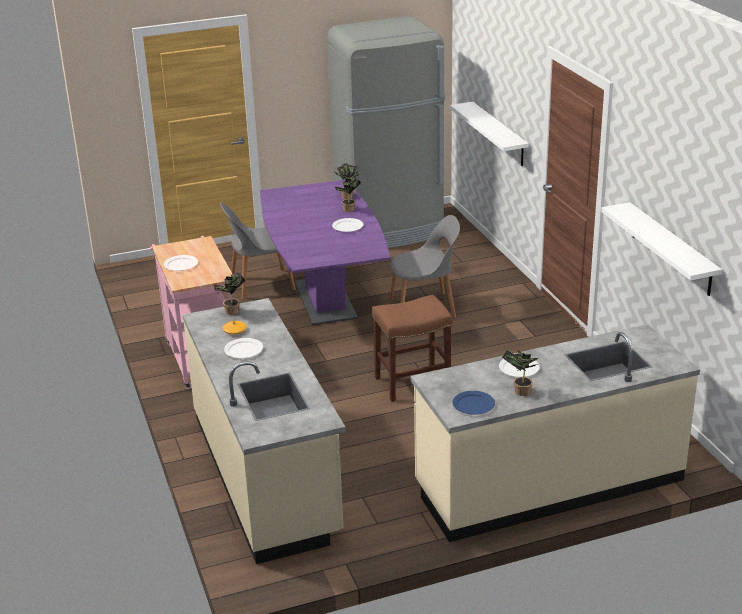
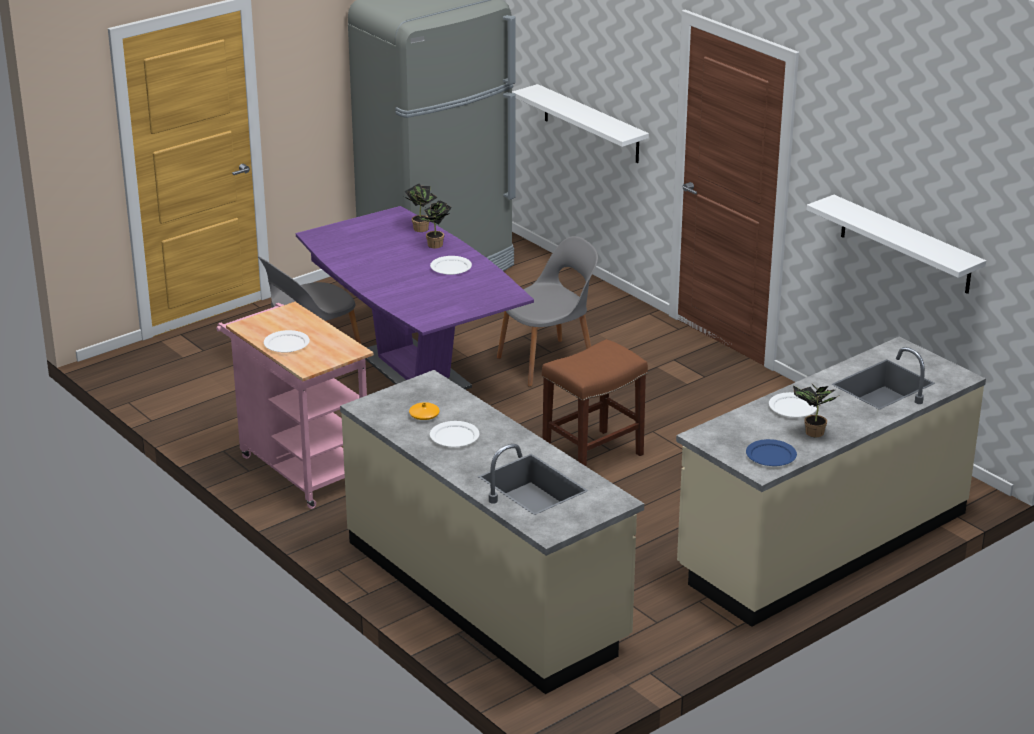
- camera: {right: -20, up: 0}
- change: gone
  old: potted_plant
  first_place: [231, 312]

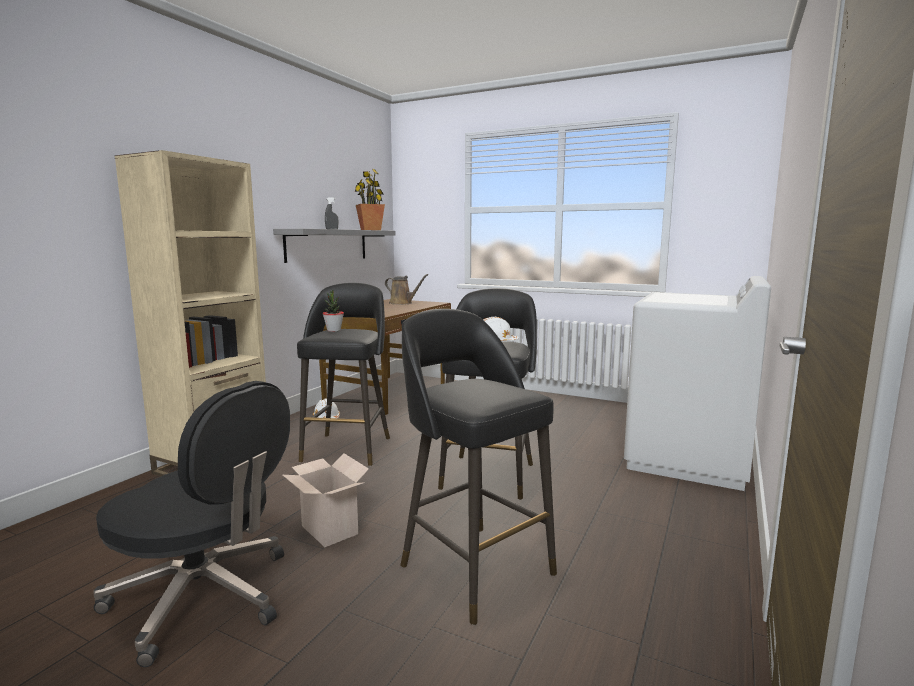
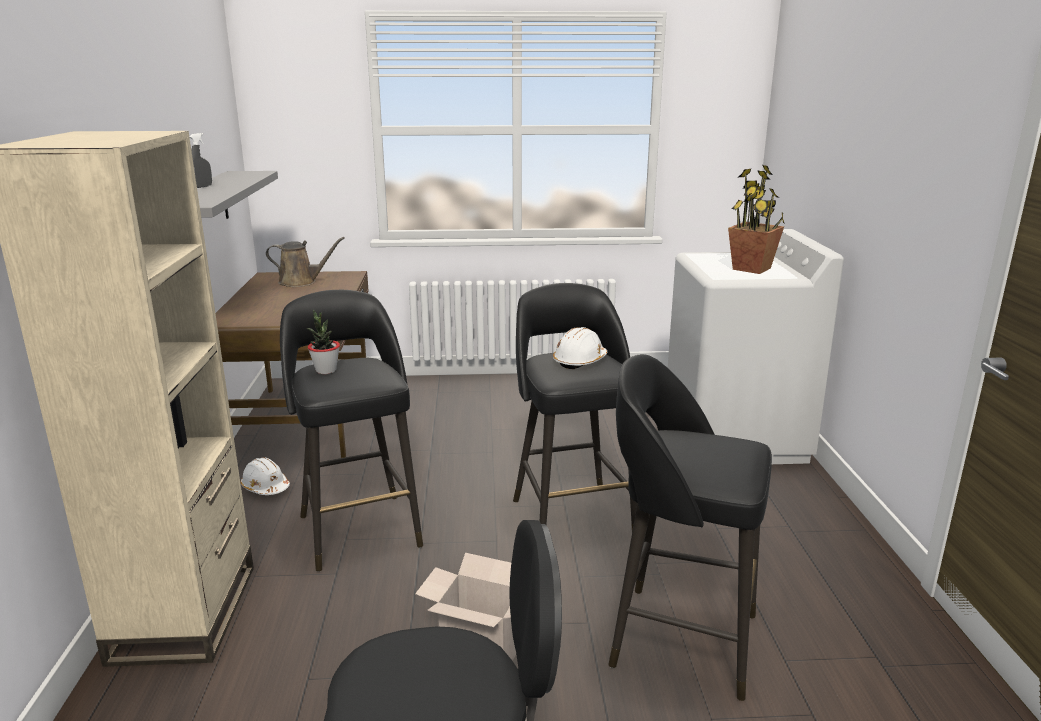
- camera: {right: -30, up: 10}
- change: shifted
  old: potted_plant
  first_place: [370, 230]
  second_place: [752, 269]

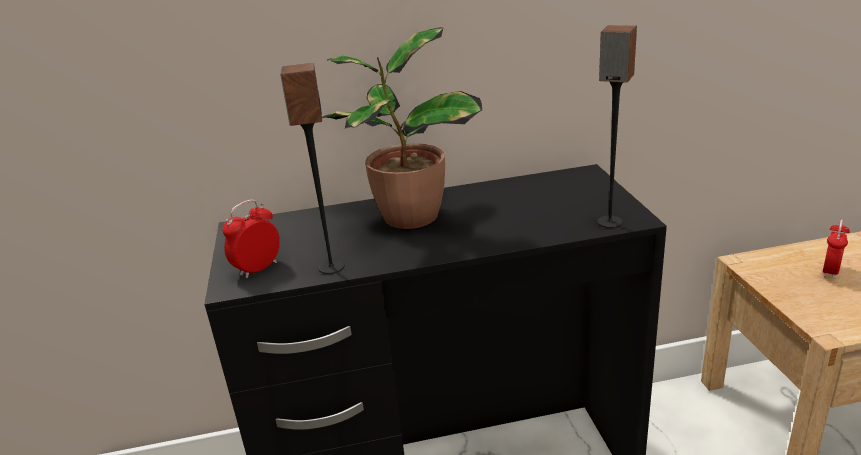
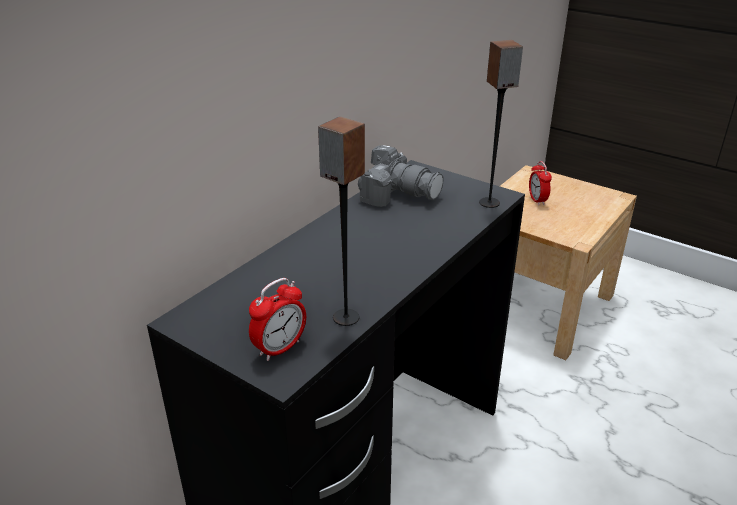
- camera: {right: -45, up: 5}
- change: rotated
  old: alarm_clock
  first_place: [258, 269]
  second_place: [280, 348]
  degrees: -135
- change: new
  new: photo_camera
  second_place: [398, 193]
- change: gone
  old: potted_plant
  first_place: [407, 217]

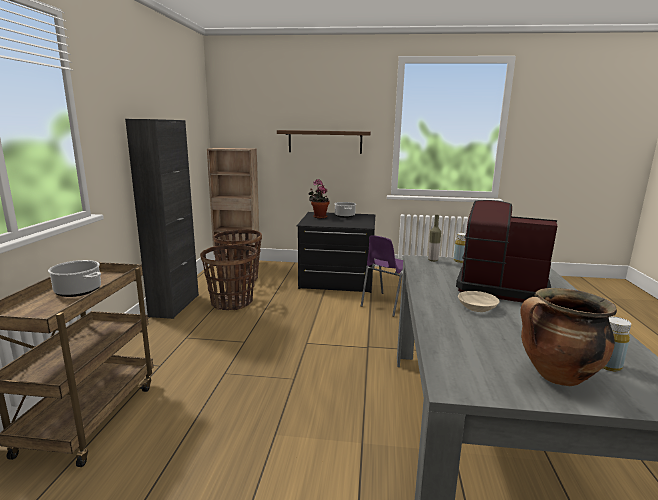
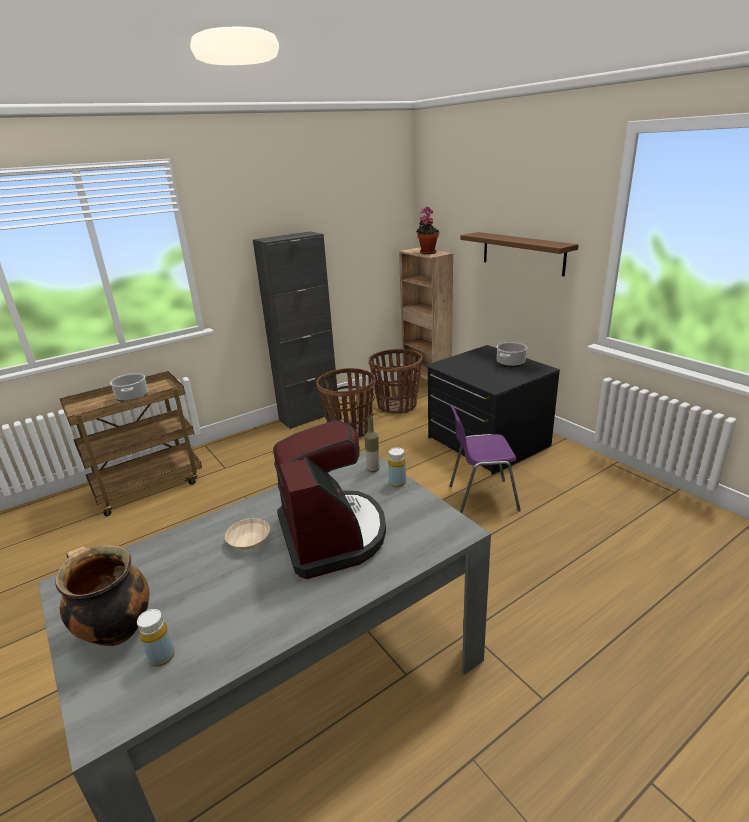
- camera: {right: 50, up: 10}
- change: shifted
  old: potted_plant
  first_place: [319, 217]
  second_place: [427, 252]

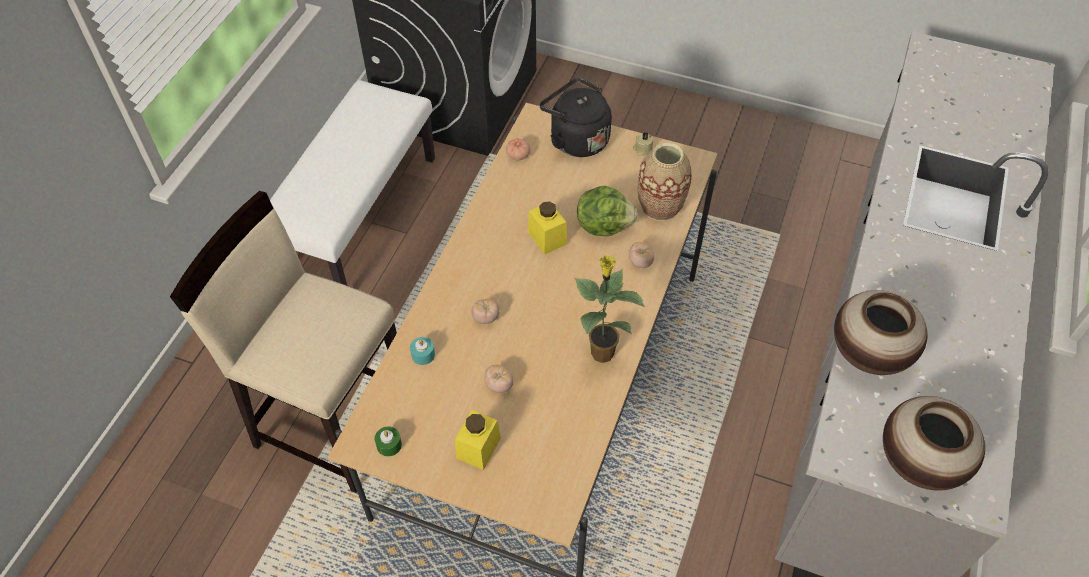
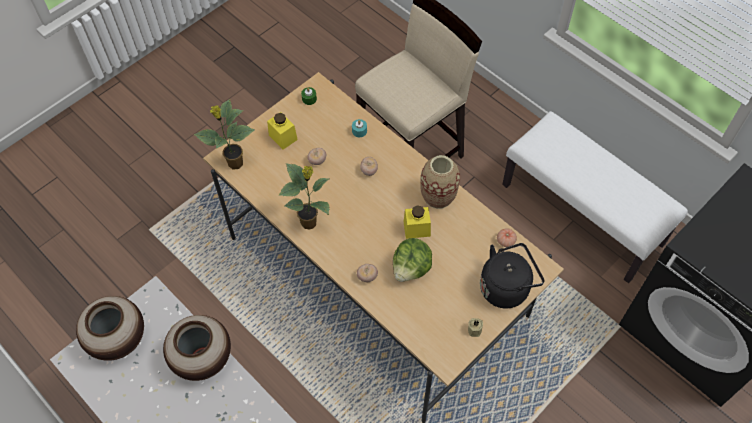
- camera: {right: 115, up: 5}
- change: new
  new: potted_plant
  second_place: [234, 164]
- change: shifted
  old: vase
  first_place: [660, 206]
  second_place: [438, 196]

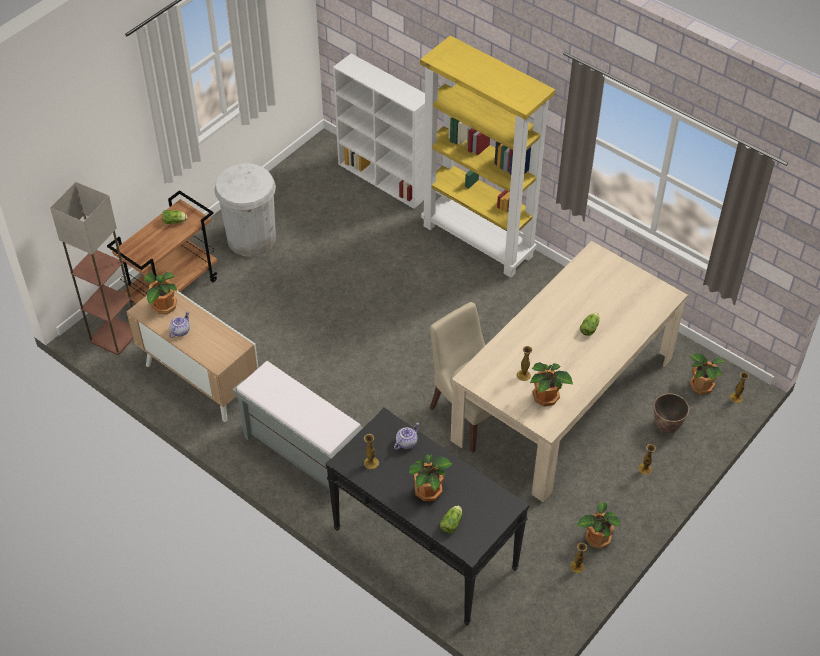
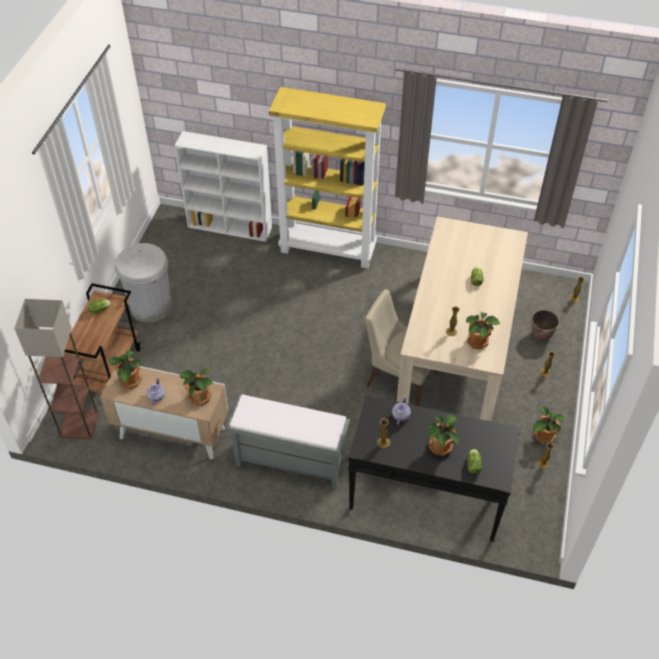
- camera: {right: -25, up: 0}
- change: shifted
  old: potted_plant
  first_place: [701, 385]
  second_place: [199, 397]

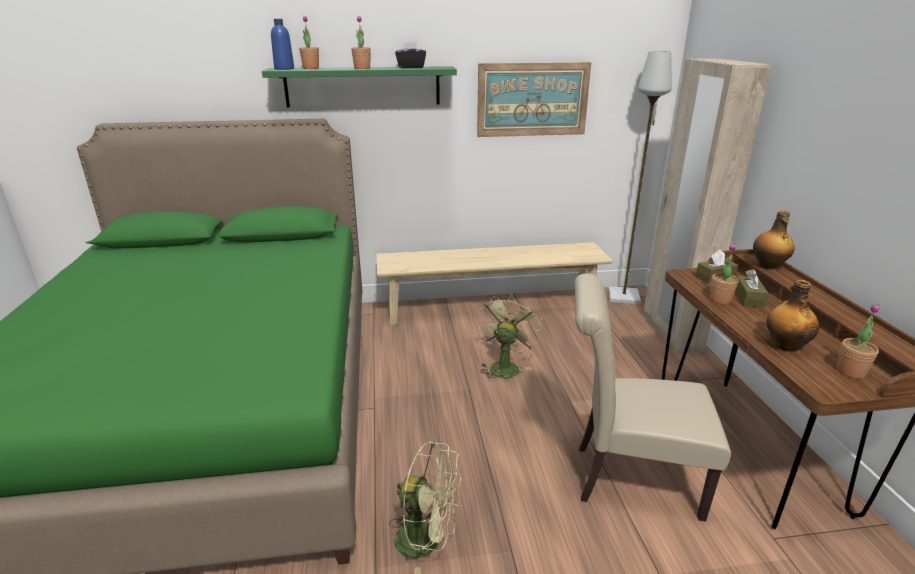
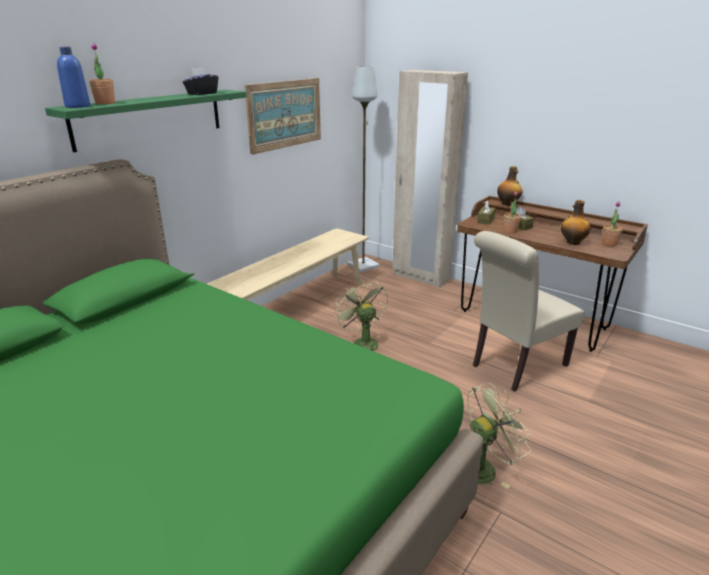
- camera: {right: -45, up: 0}
- change: gone
  old: potted_plant
  first_place: [362, 68]

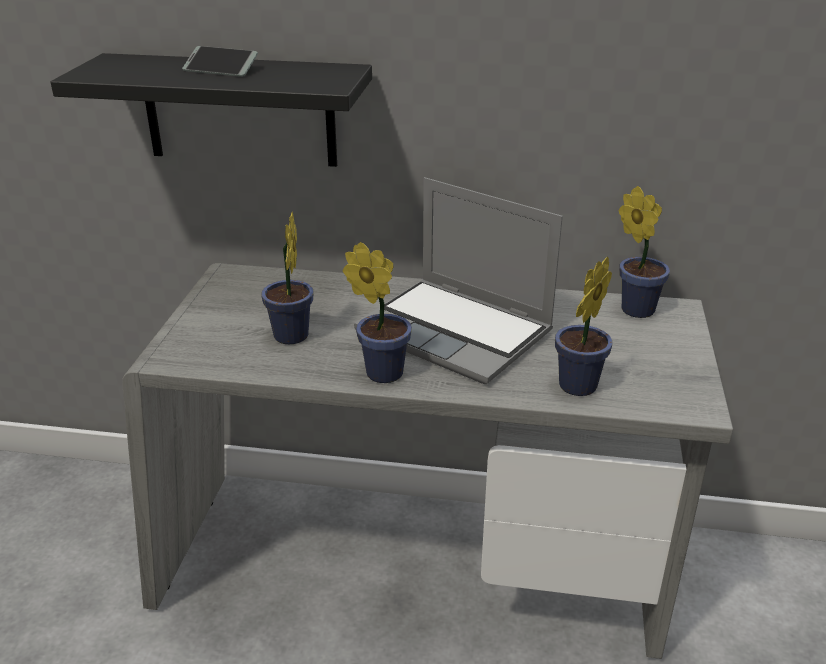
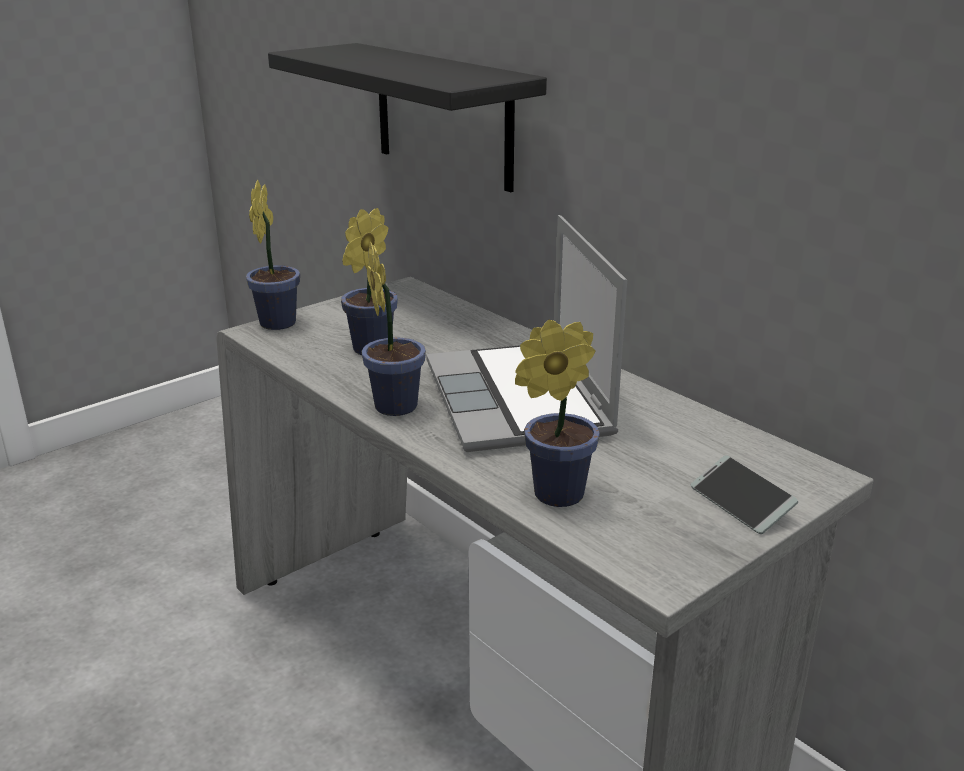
- camera: {right: 40, up: -5}
- change: shifted
  old: potted_plant
  first_place: [634, 308]
  second_place: [279, 321]
- change: shifted
  old: phone
  first_place: [221, 69]
  second_place: [741, 503]

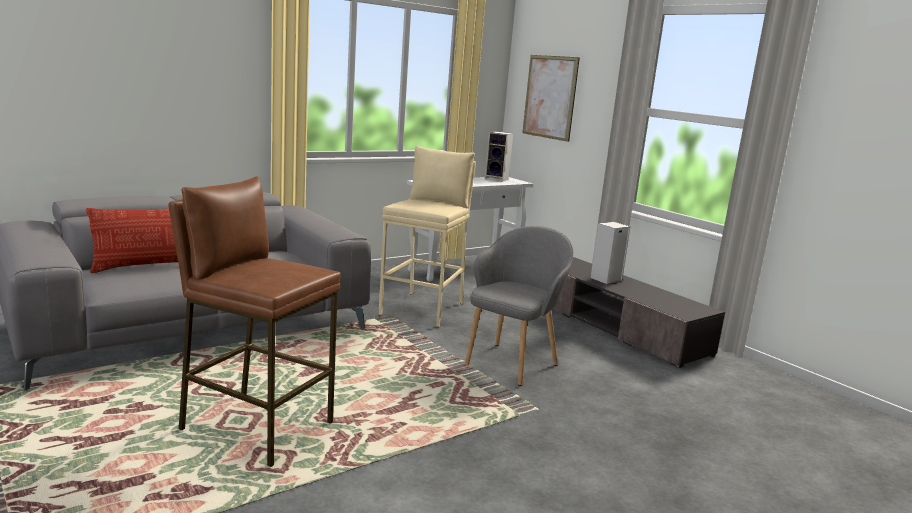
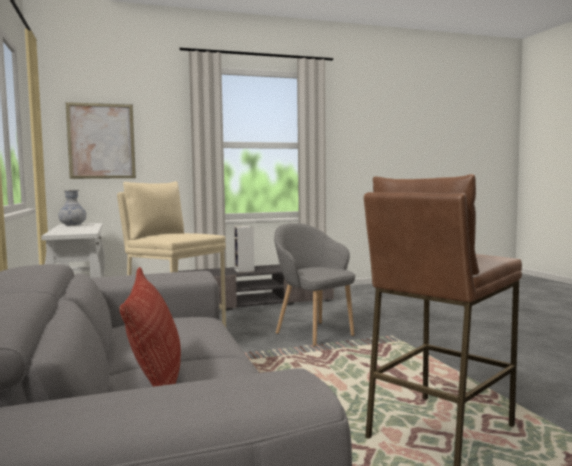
- camera: {right: -70, up: -10}
- change: swapped
  old: speaker
  new: vase
  first_place: [497, 179]
  second_place: [73, 225]

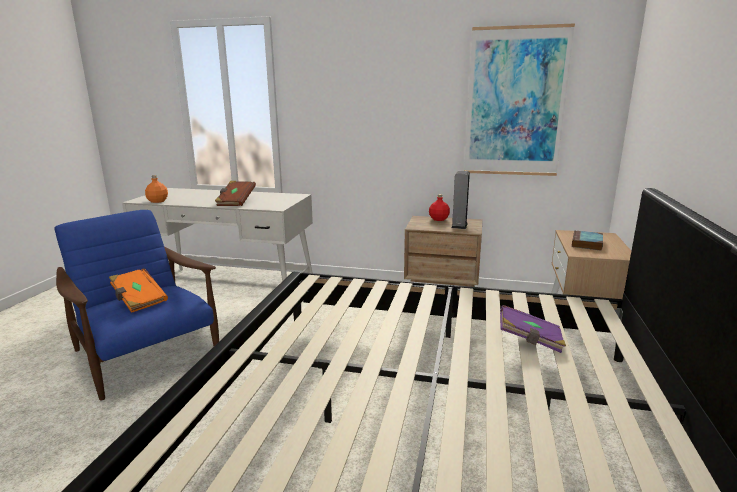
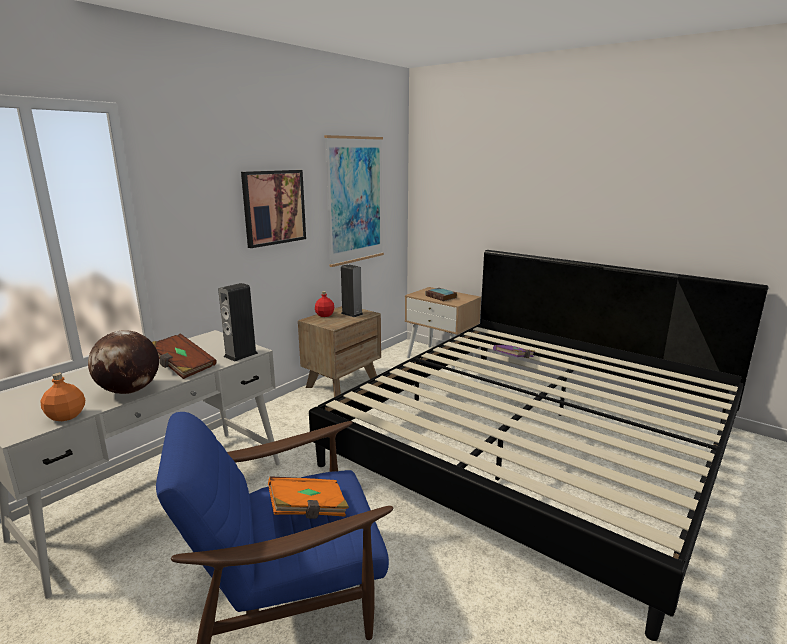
- camera: {right: -65, up: 0}
- change: new
  new: globe
  second_place: [129, 391]
- change: new
  new: speaker
  second_place: [241, 355]
- change: new
  new: picture
  second_place: [274, 207]

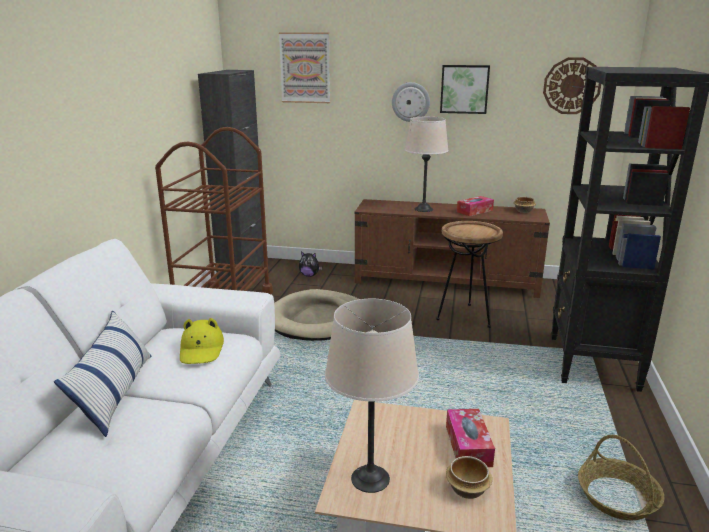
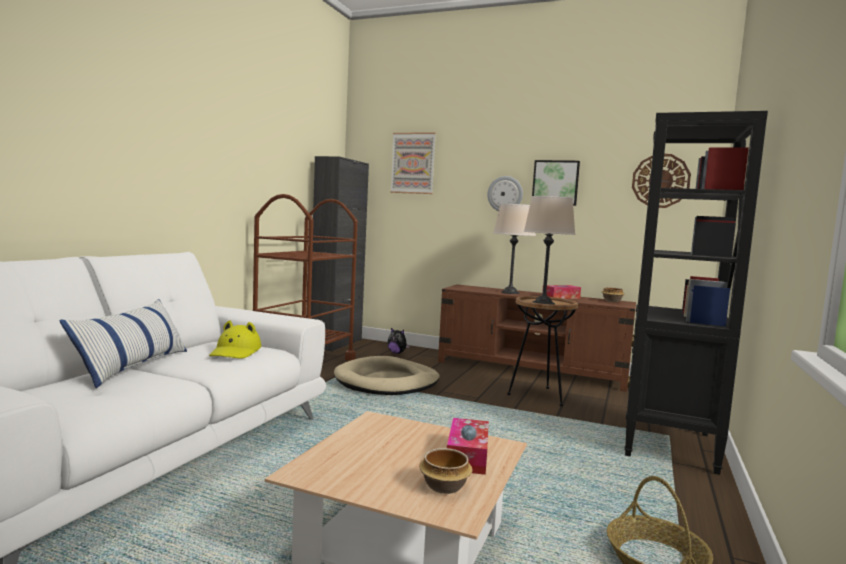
- camera: {right: 10, up: -15}
- change: shifted
  old: beige_table_lamp
  first_place: [370, 478]
  second_place: [543, 303]

